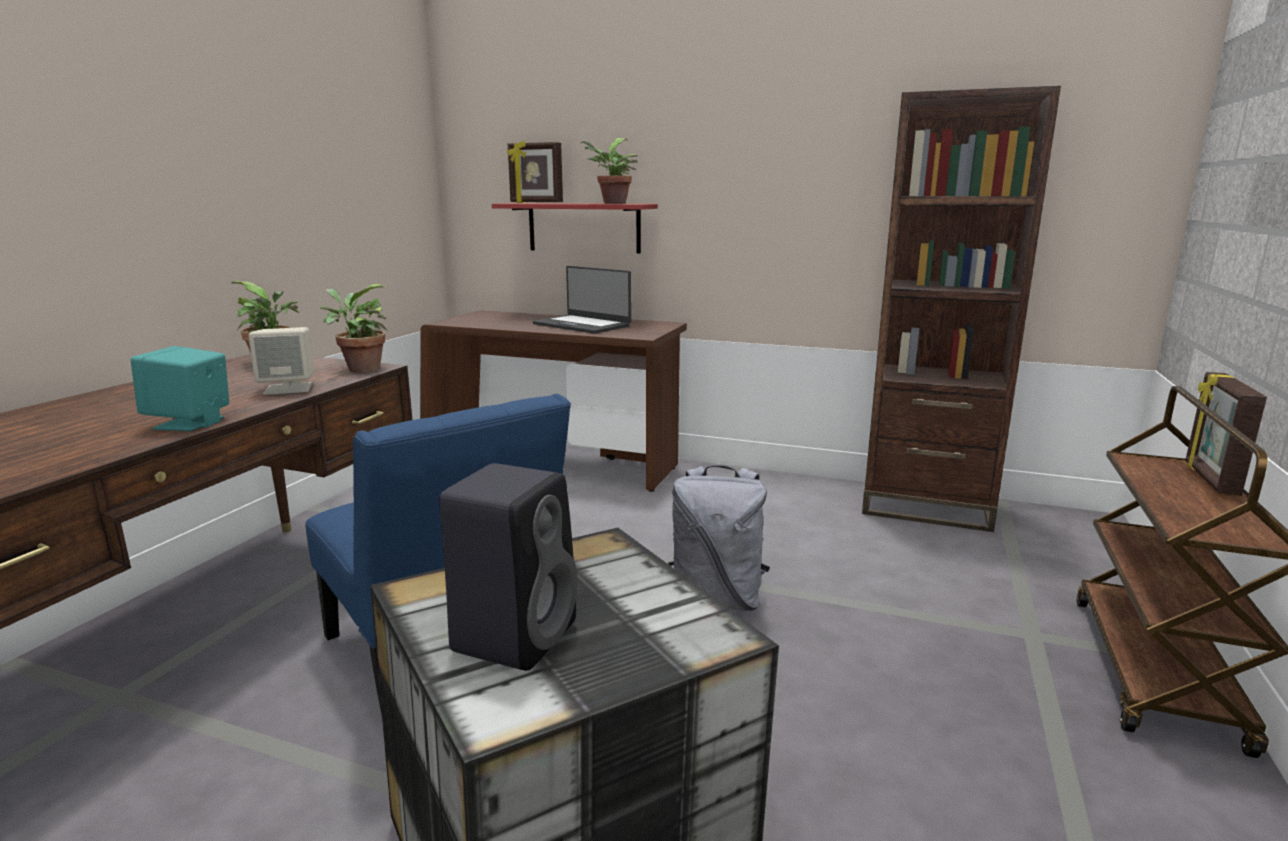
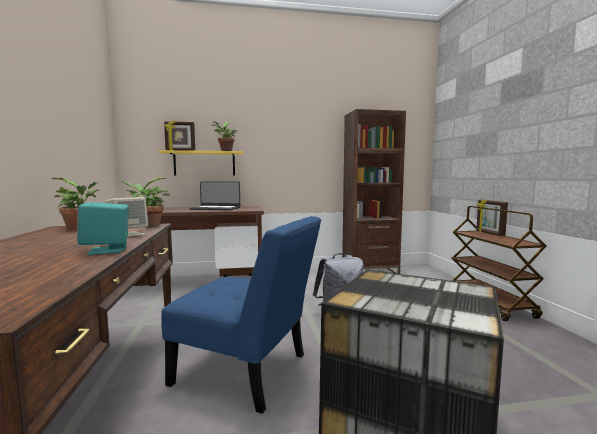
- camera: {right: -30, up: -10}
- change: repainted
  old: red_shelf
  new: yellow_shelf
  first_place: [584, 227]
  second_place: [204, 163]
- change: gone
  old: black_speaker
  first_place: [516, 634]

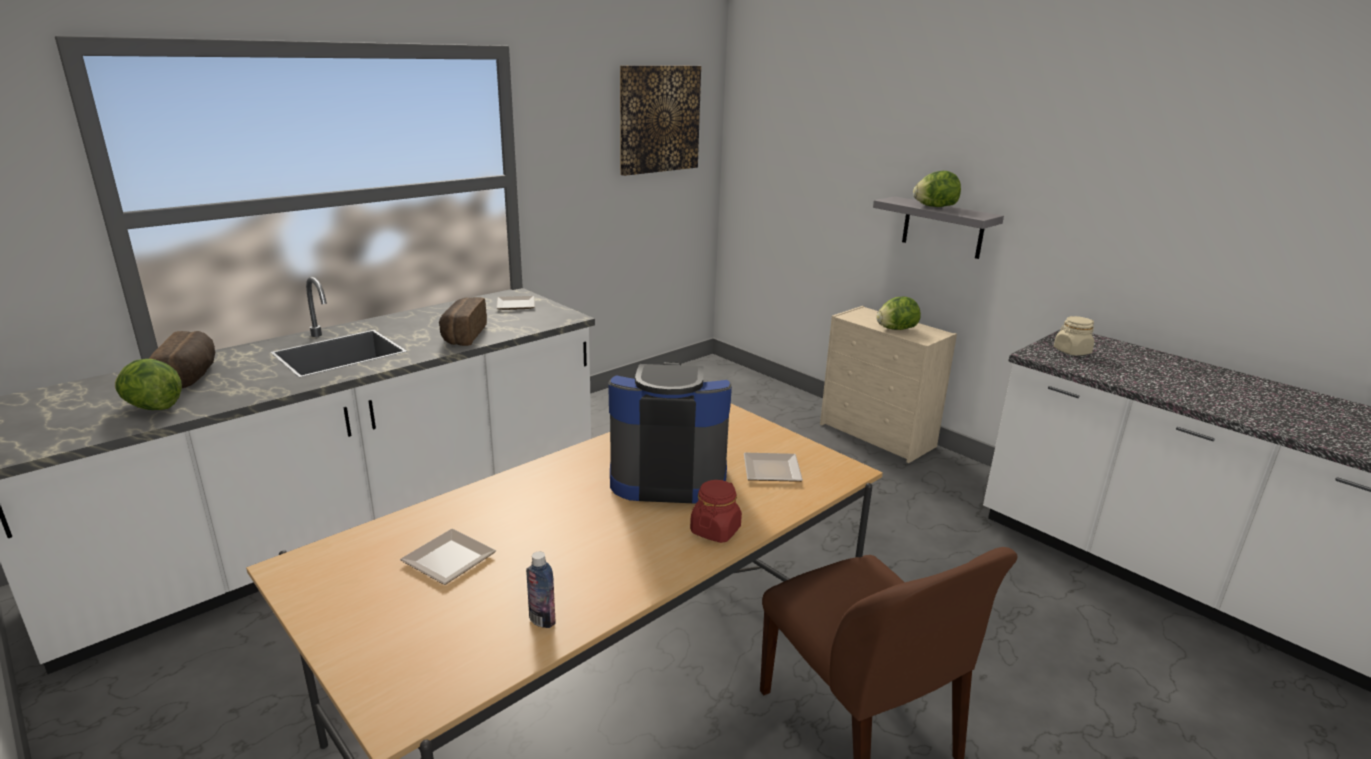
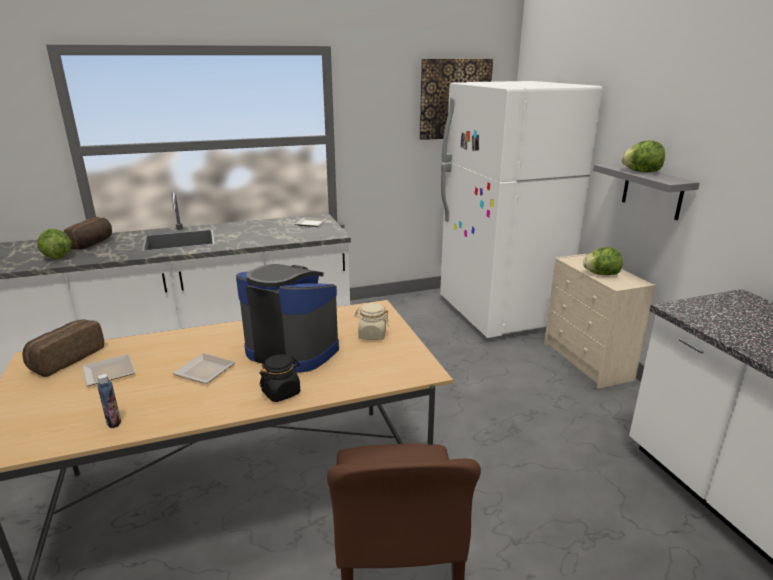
- camera: {right: 25, up: 0}
- change: shifted
  old: bread
  first_place: [462, 335]
  second_place: [66, 359]
- change: shifted
  old: plate
  first_place: [770, 471]
  second_place: [202, 371]
- change: repainted
  old: red_jar
  new: black_jar
  first_place: [715, 530]
  second_place: [281, 392]
- change: shifted
  old: beige_jar
  first_place: [1071, 351]
  second_place: [372, 335]
- change: new
  new: white_fridge
  second_place: [499, 313]

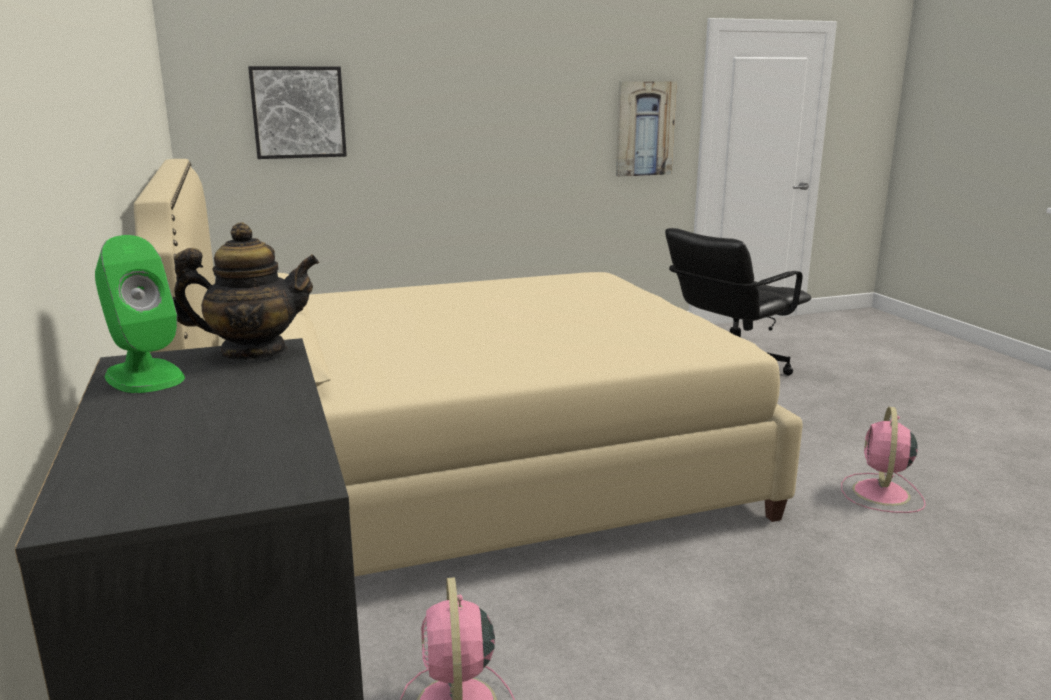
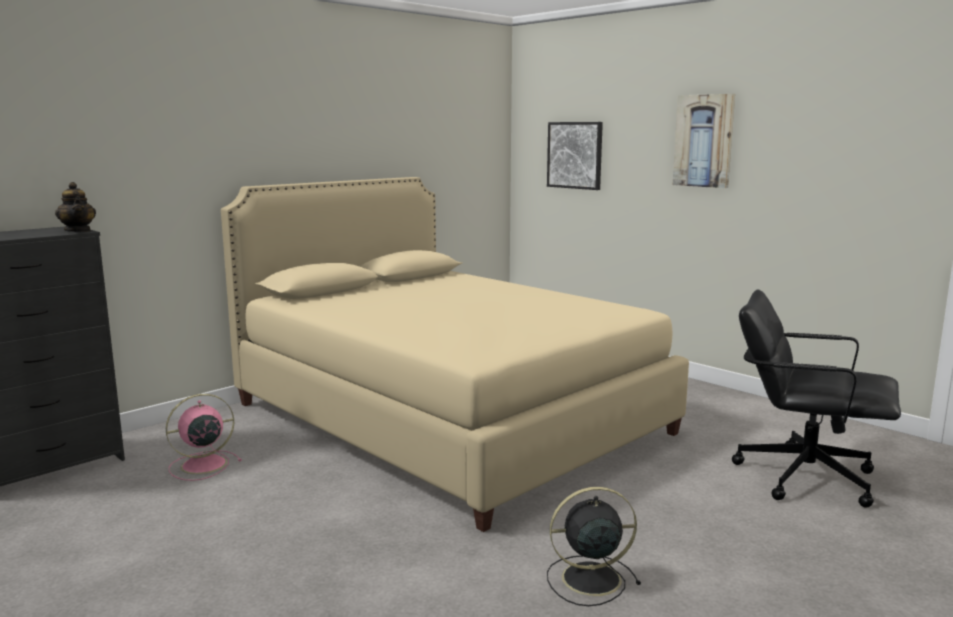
- camera: {right: 65, up: -5}
- change: repainted
  old: pink_fan
  new: black_fan
  first_place: [881, 494]
  second_place: [588, 579]
- change: shifted
  old: picture
  first_place: [644, 129]
  second_place: [704, 141]
- change: gone
  old: green_speaker
  first_place: [144, 376]

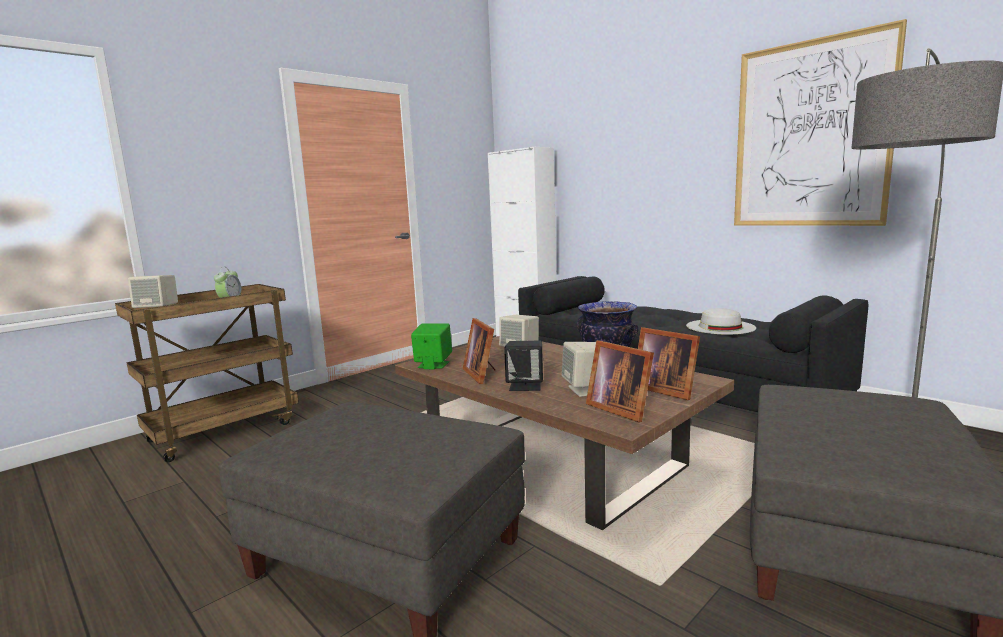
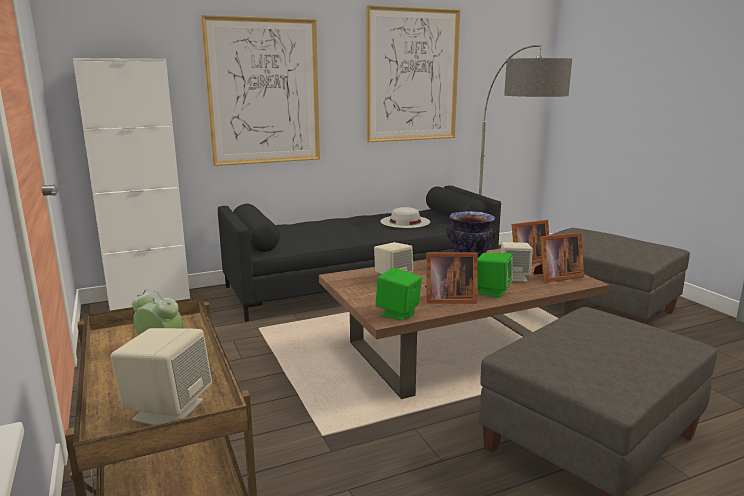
- camera: {right: -70, up: 5}
- change: new
  new: picture
  second_place: [264, 92]
- change: repainted
  old: black_speaker
  new: green_speaker
  first_place: [525, 386]
  second_place: [492, 291]

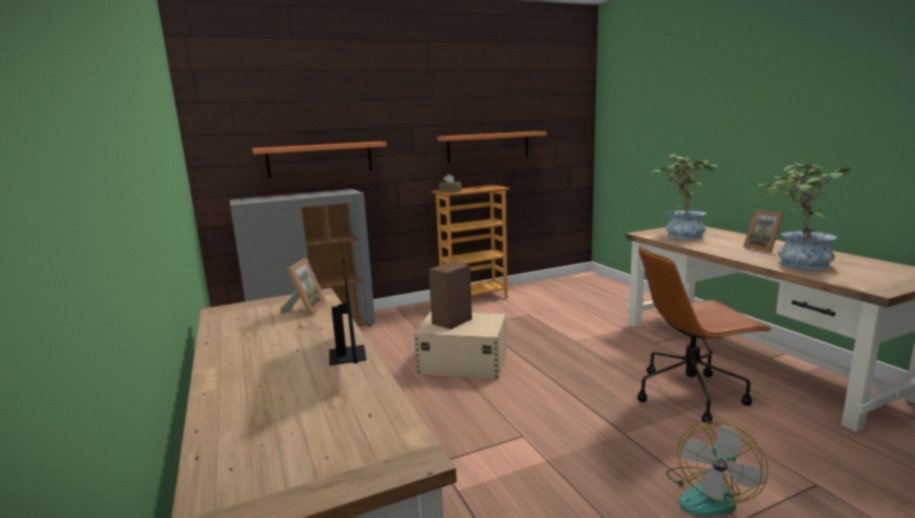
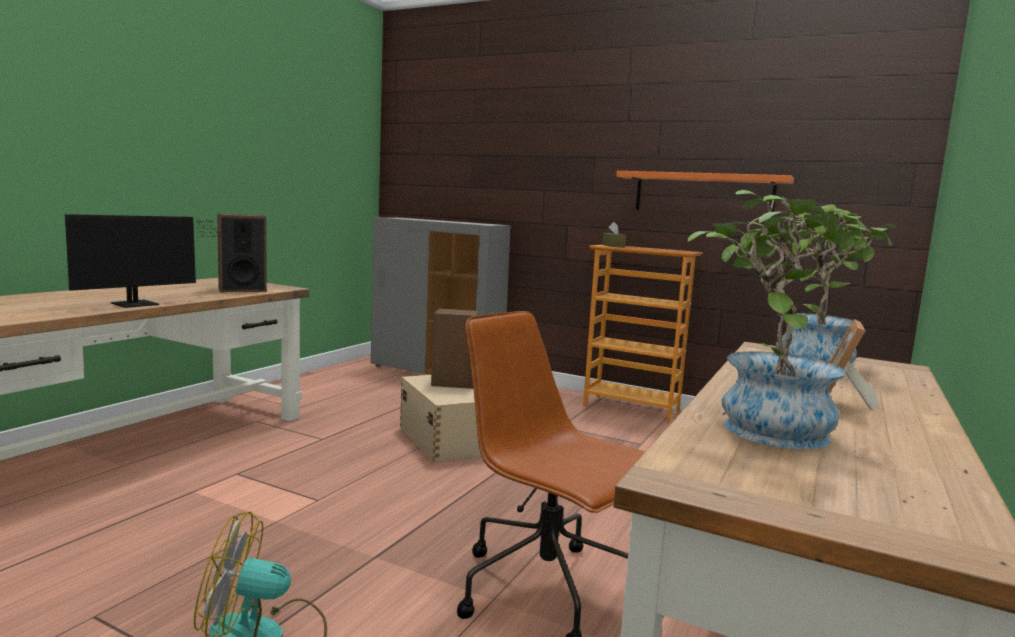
- camera: {right: 50, up: -5}
- change: swapped
  old: picture_frame
  new: speaker
  first_place: [305, 309]
  second_place: [242, 289]
- change: gone
  old: orange_shelf
  first_place: [320, 159]

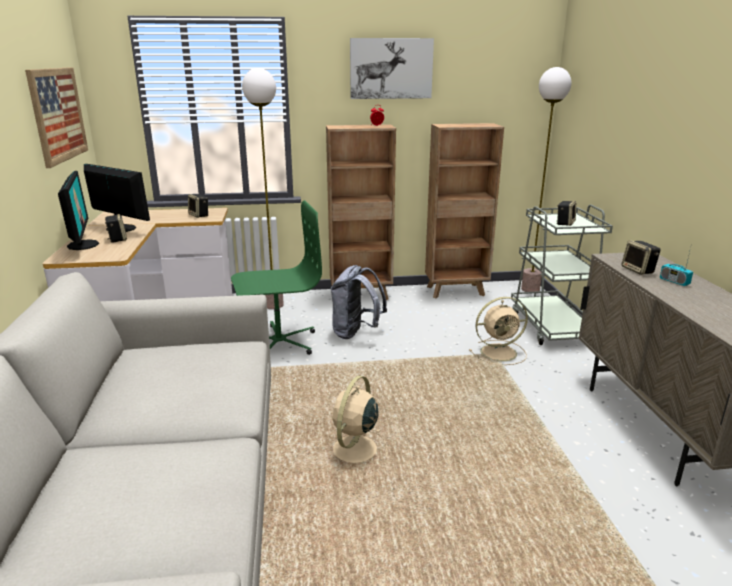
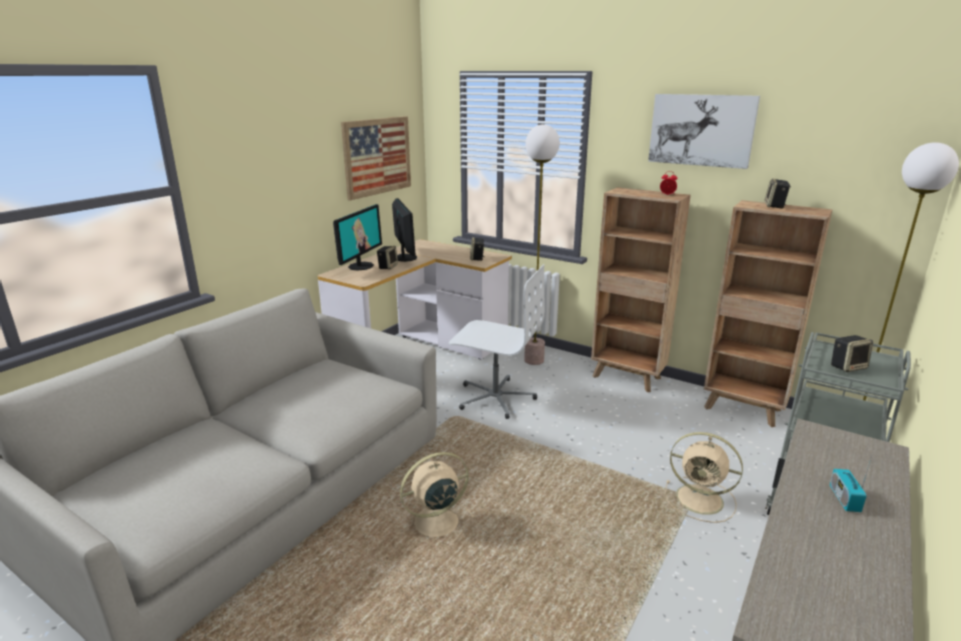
- camera: {right: 40, up: 0}
- change: repainted
  old: green_office_chair
  new: white_office_chair
  first_place: [278, 343]
  second_place: [495, 397]
- change: shifted
  old: speaker
  first_place: [638, 270]
  second_place: [775, 206]
- change: gone
  old: grey_backpack
  first_place: [356, 333]

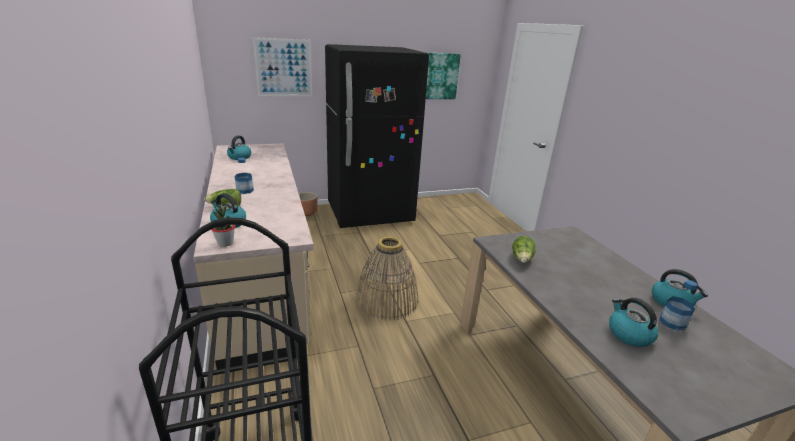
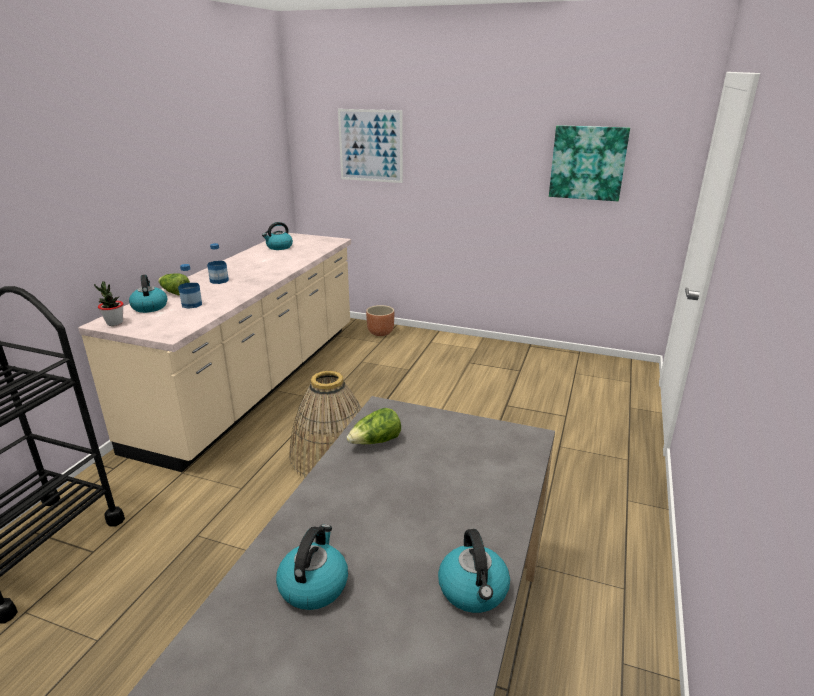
- camera: {right: 40, up: 0}
- change: shifted
  old: bottle
  first_place: [672, 322]
  second_place: [192, 304]
- change: gone
  old: black_fridge
  first_place: [370, 214]

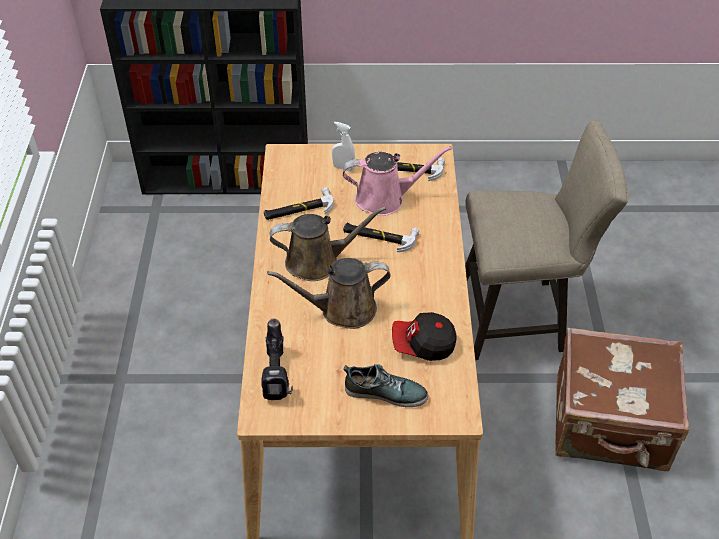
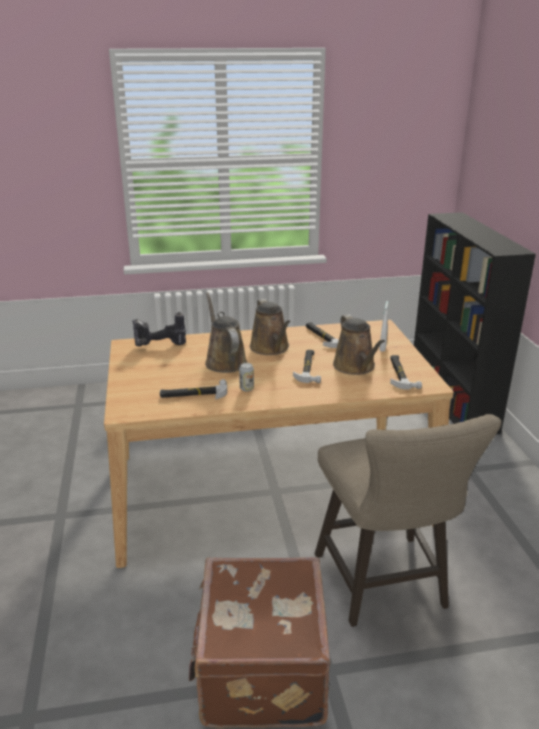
- camera: {right: 80, up: -20}
- change: swapped
  old: cap
  new: hammer
  first_place: [423, 345]
  second_place: [194, 394]
- change: new
  new: can
  second_place: [246, 388]
- change: repainted
  old: pink_watering_can
  new: brown_watering_can
  first_place: [385, 198]
  second_place: [356, 367]
- change: gone
  old: shoe
  first_place: [385, 392]

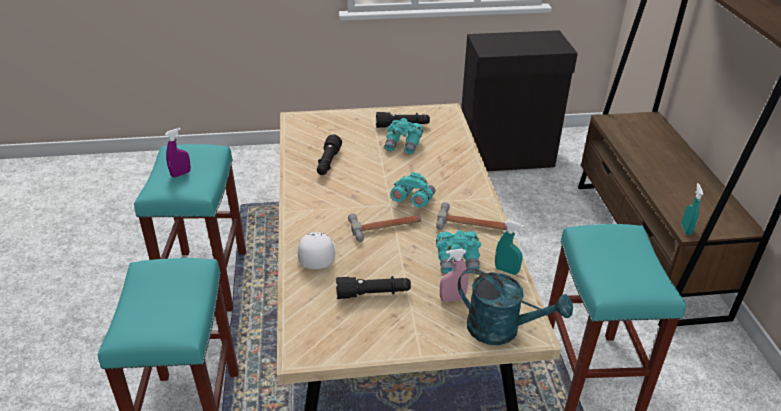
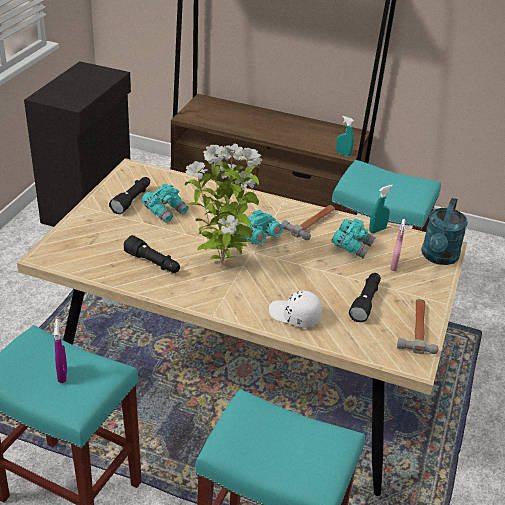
- camera: {right: -65, up: 0}
- change: new
  new: potted_plant
  second_place: [222, 264]
- change: shifted
  old: hammer
  first_place: [386, 227]
  second_place: [417, 328]
- change: rotated
  old: turquoise_watering_can
  first_place: [502, 330]
  second_place: [438, 257]
  degrees: 150

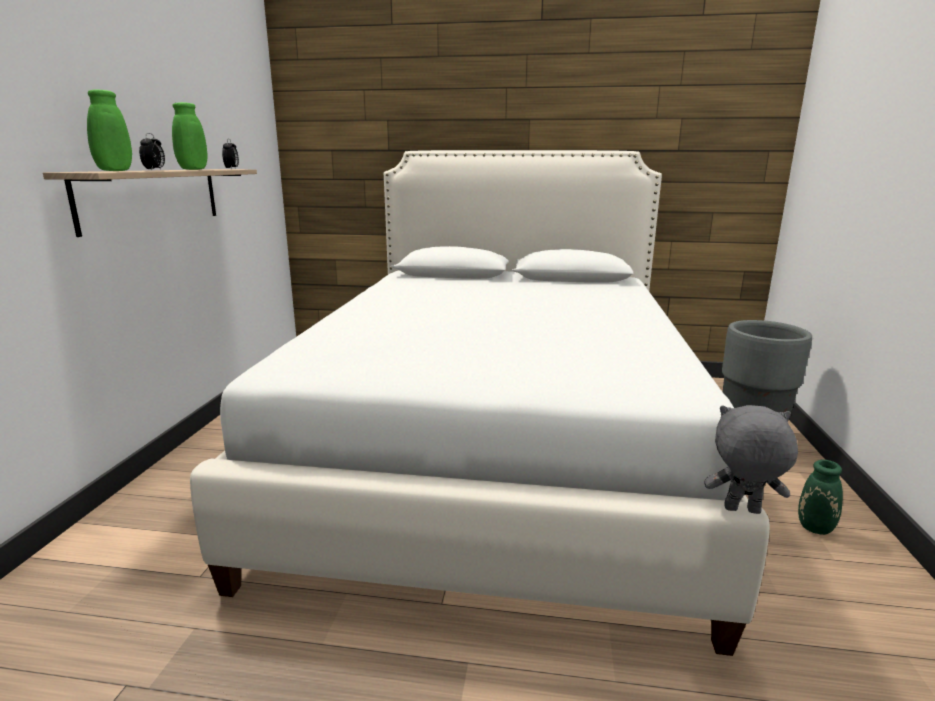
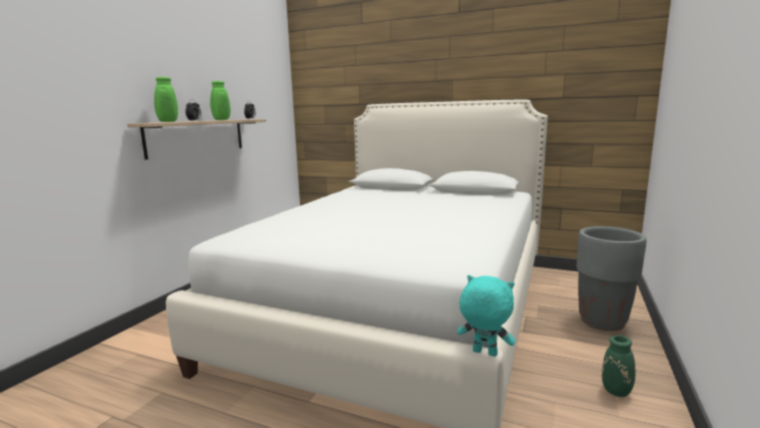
- camera: {right: 15, up: -5}
- change: repainted
  old: grey_plush_toy
  new: turquoise_plush_toy
  first_place: [741, 511]
  second_place: [484, 353]

